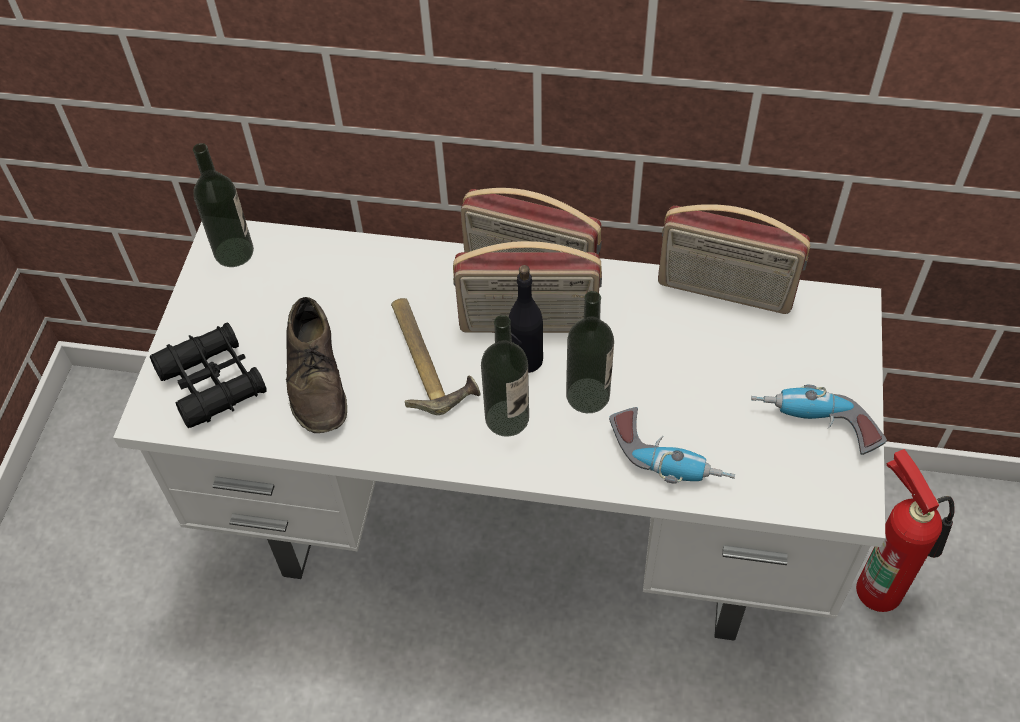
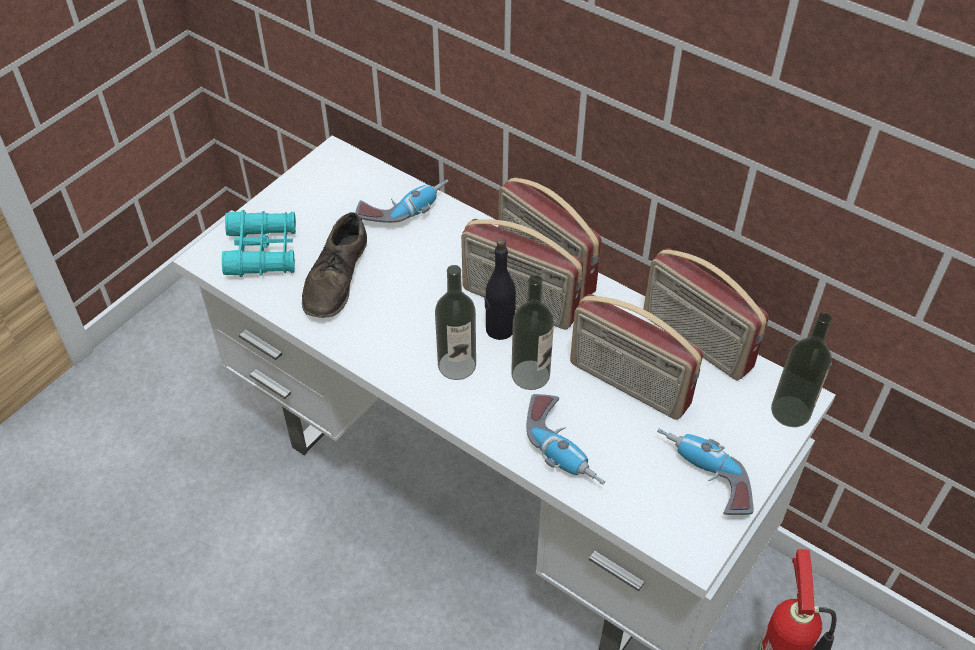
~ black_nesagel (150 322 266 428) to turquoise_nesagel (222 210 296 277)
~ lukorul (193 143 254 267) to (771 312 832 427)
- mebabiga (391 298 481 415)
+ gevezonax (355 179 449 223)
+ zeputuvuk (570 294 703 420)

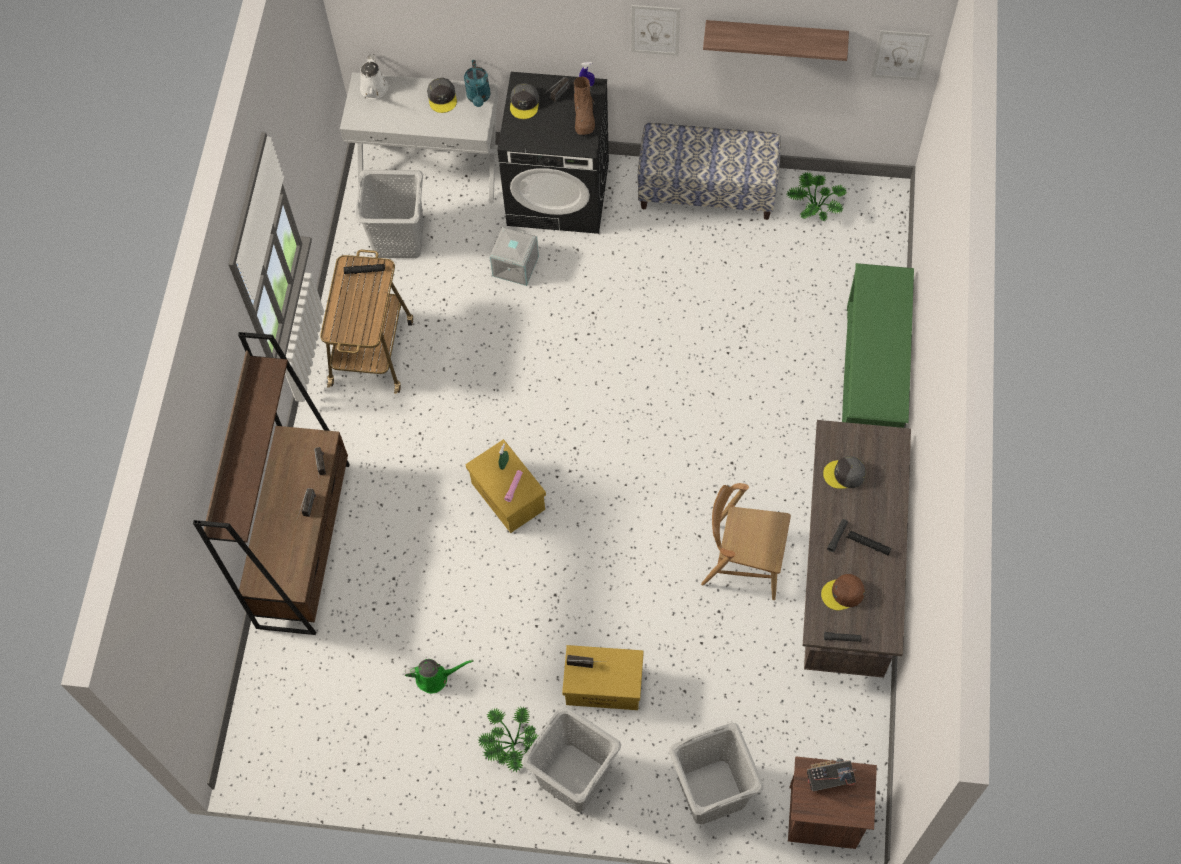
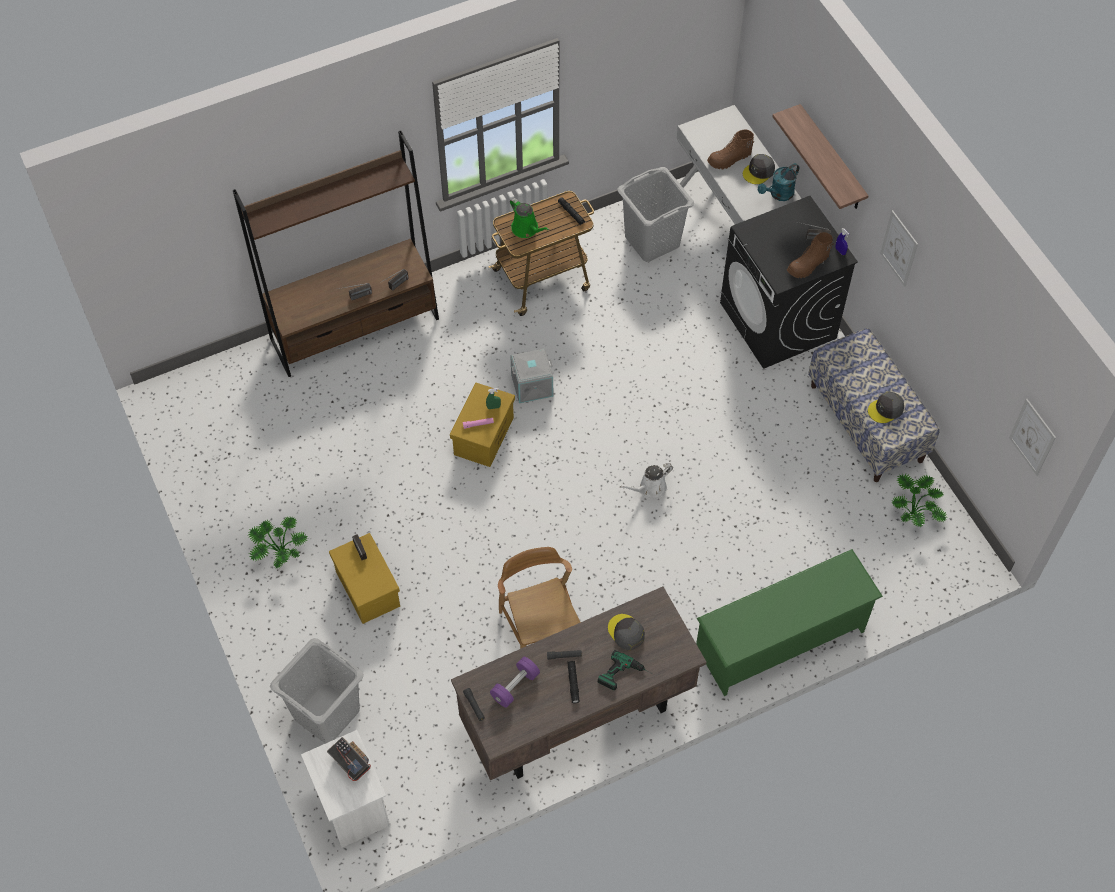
~ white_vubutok (360 54 388 99) to (620 463 673 499)
~ green_vubutok (405 659 474 694) to (510 198 549 238)
~ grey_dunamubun (490 227 539 286) to (510 348 553 403)
~ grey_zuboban (510 83 539 119) to (868 392 904 423)
- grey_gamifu (521 705 621 812)
~ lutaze (703 20 849 61) to (772 104 869 209)
~ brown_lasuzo (788 756 877 849) to white_lasuzo (301 730 390 848)
~ brown_zuboban (821 574 865 611) to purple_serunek (490 657 540 708)
+ gevezonax (598 650 651 690)
+ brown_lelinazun (707 130 754 170)

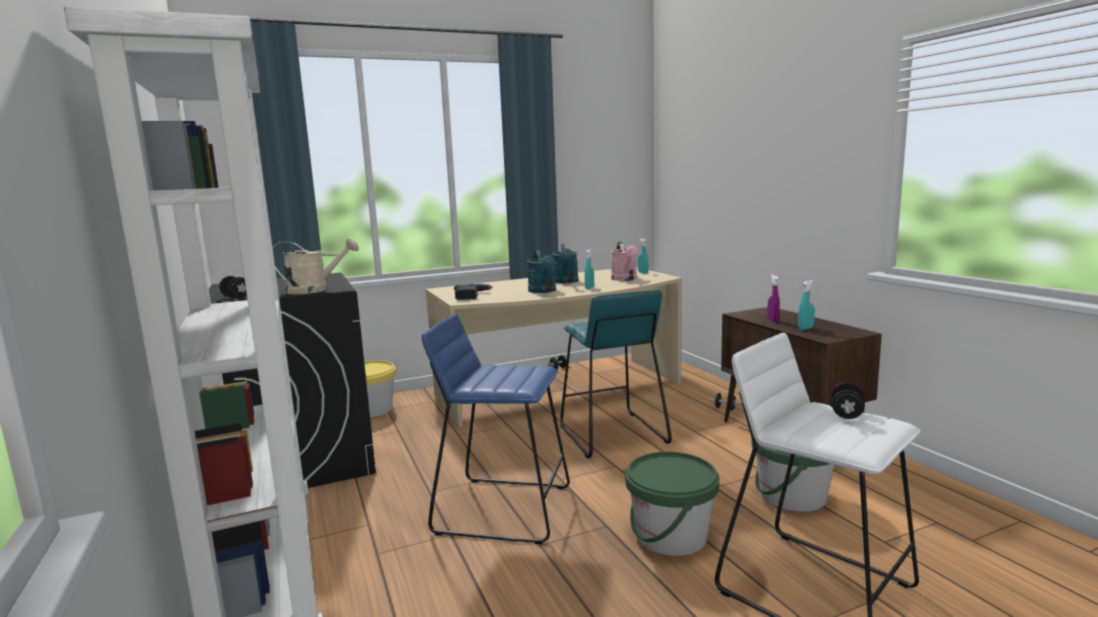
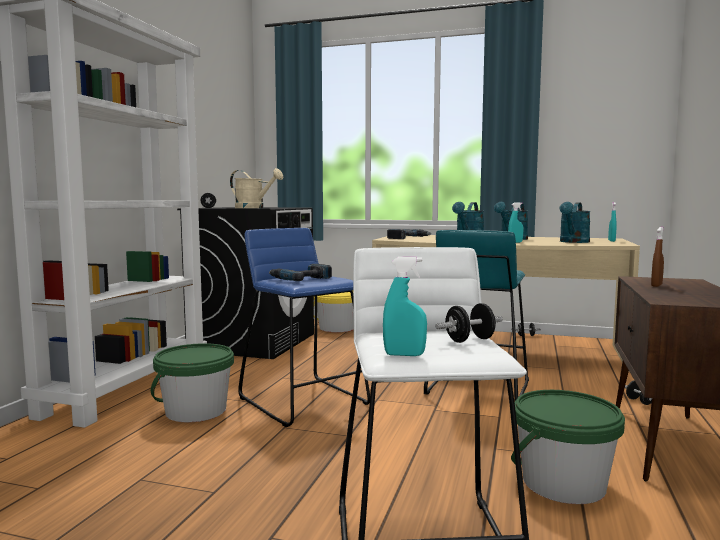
~ pink_vubutok (611 241 638 281) to turquoise_vubutok (560 202 591 243)
~ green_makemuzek (625 452 719 556) to (151 343 234 422)
~ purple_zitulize (767 275 780 322) to brown_zitulize (651 227 664 287)
~ turquoise_zitulize (798 280 815 330) to (383 257 427 356)
+ gevezonax (269 264 332 281)

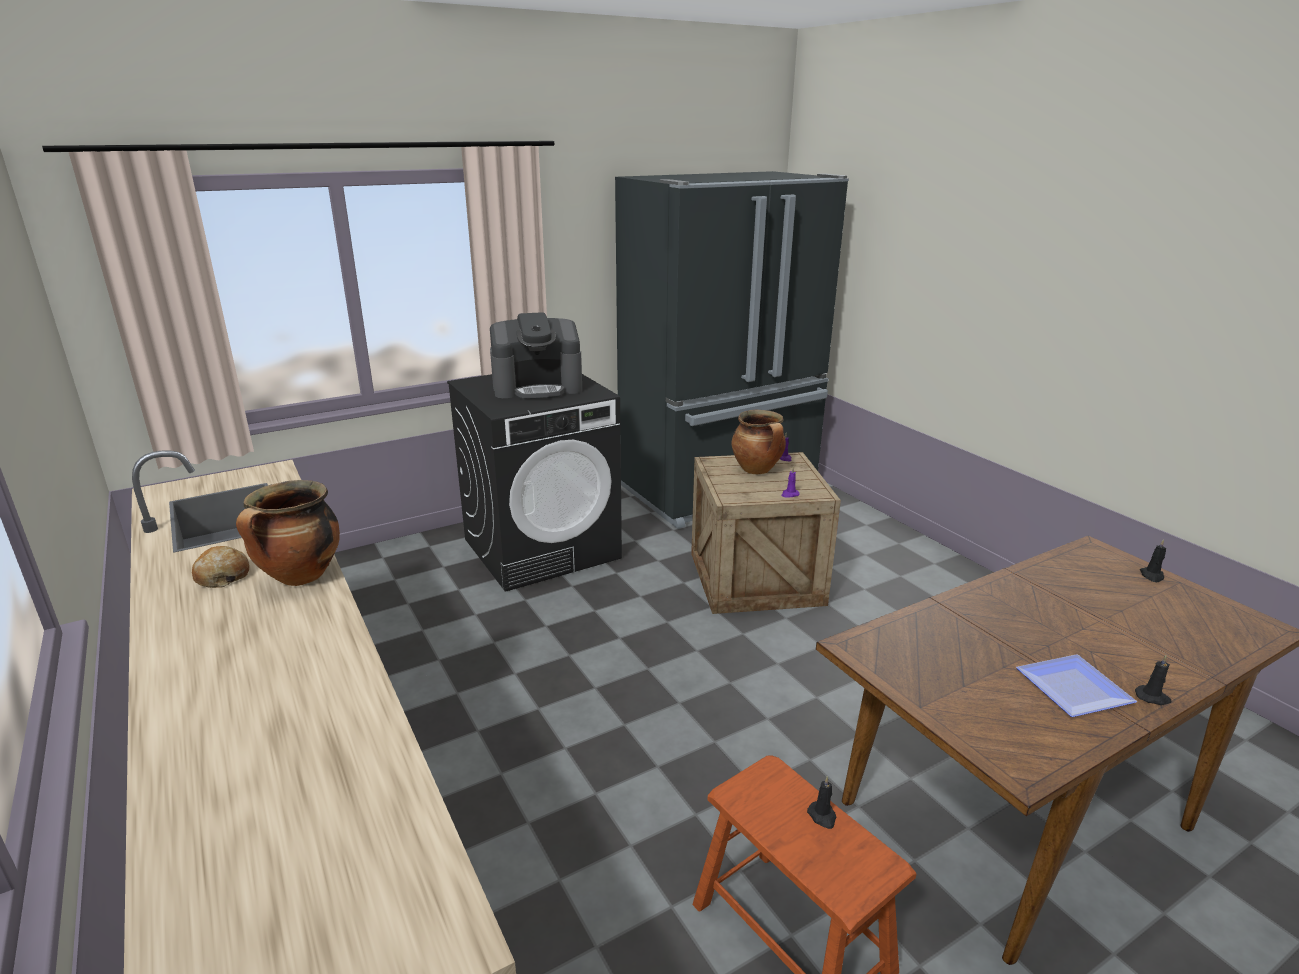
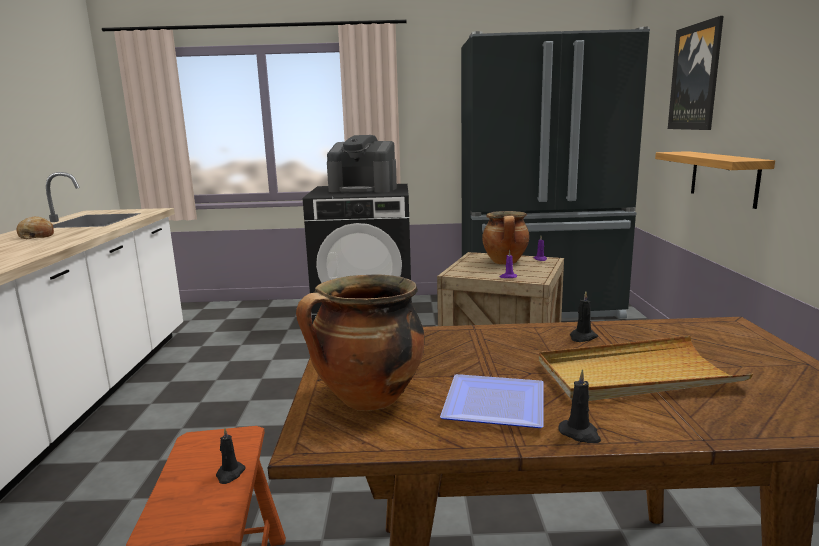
~ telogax (236 480 340 586) to (296 274 425 411)
~ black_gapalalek (1140 539 1166 582) to (570 291 598 342)
+ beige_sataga (539 336 753 401)
+ lutaze (655 151 775 209)
+ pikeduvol (668 16 723 130)

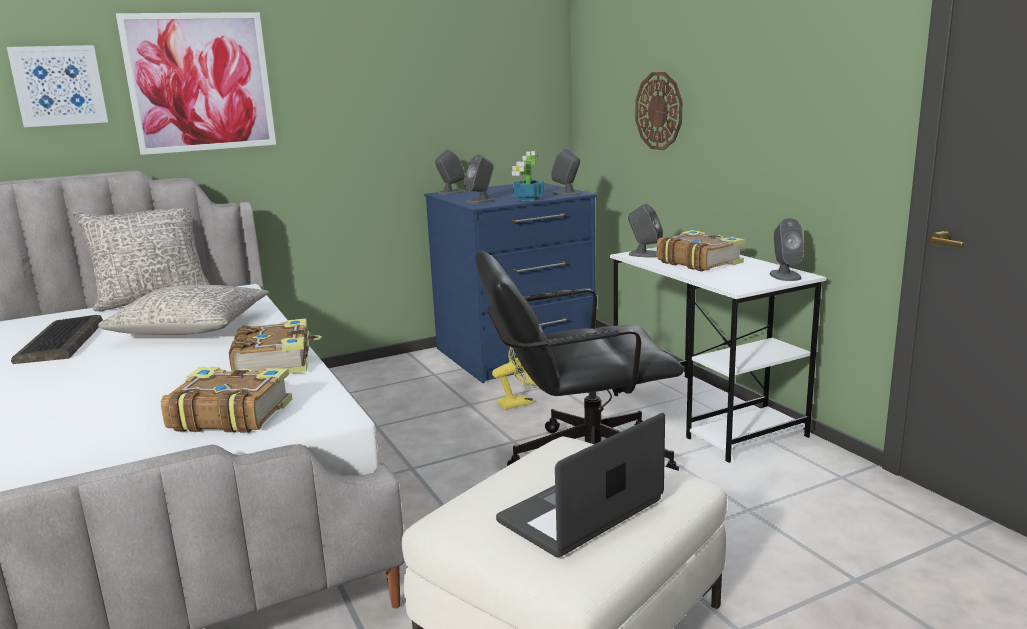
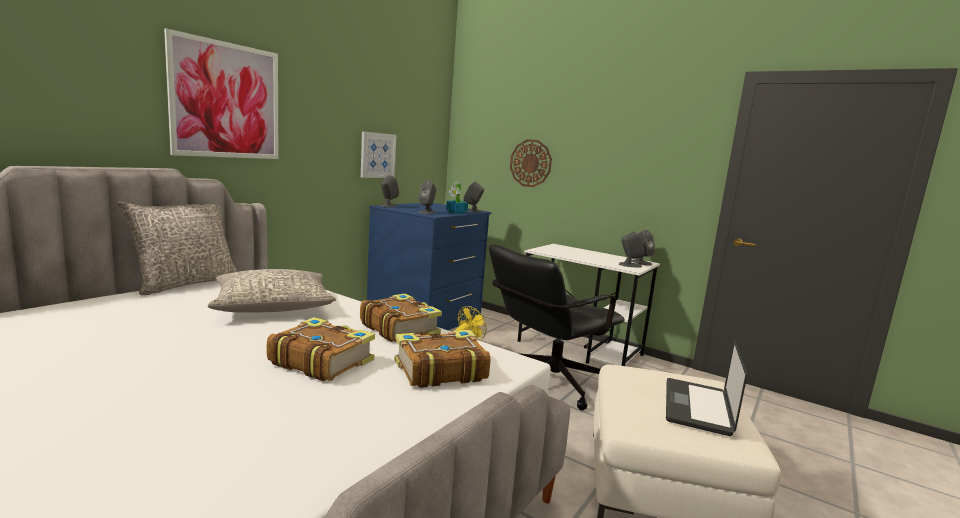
~ pikeduvol (7 45 108 127) to (361 131 396 178)
- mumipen (11 315 103 364)
~ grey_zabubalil (628 204 663 258) to (619 231 645 268)
~ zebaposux (657 230 745 271) to (267 317 375 381)

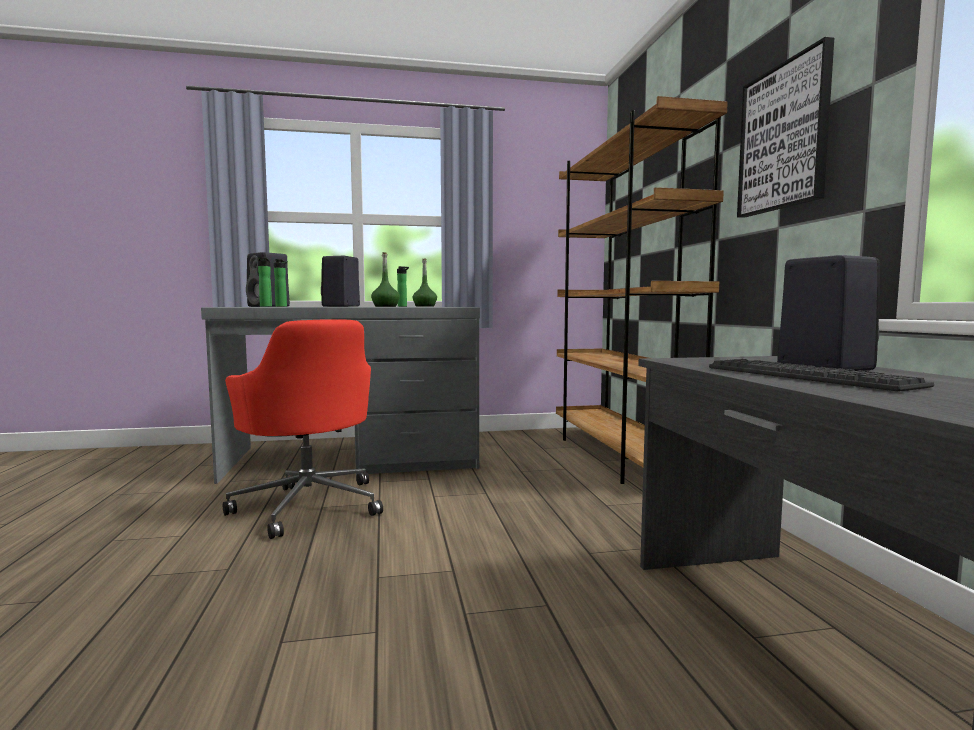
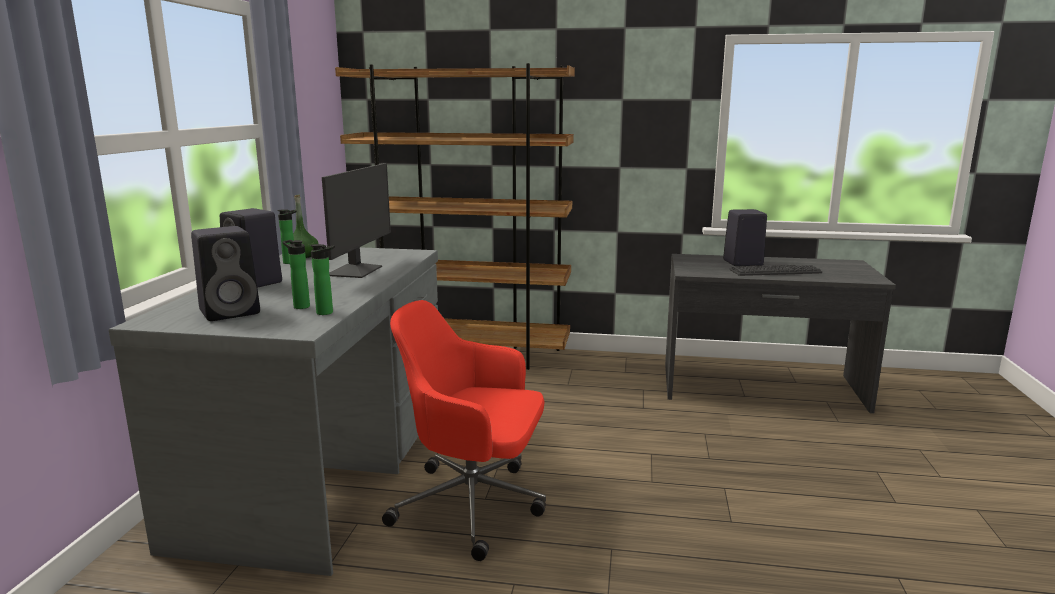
~ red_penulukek (223 319 383 539) = (382 300 546 561) 150 degrees counterclockwise
~ green_lukorul (371 252 400 307) to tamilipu (322 163 391 278)
- pikeduvol (737 37 834 218)

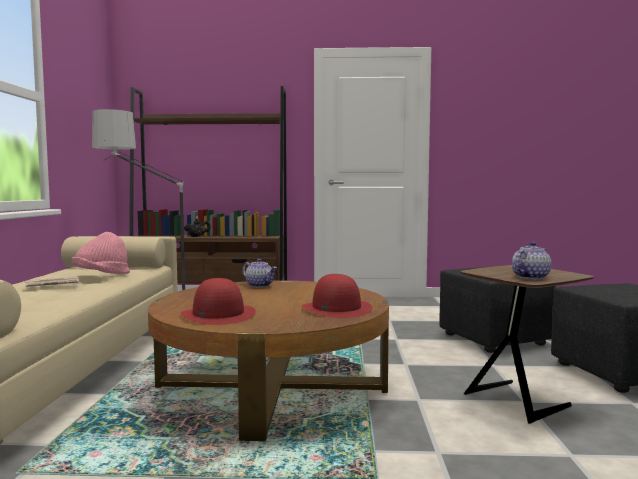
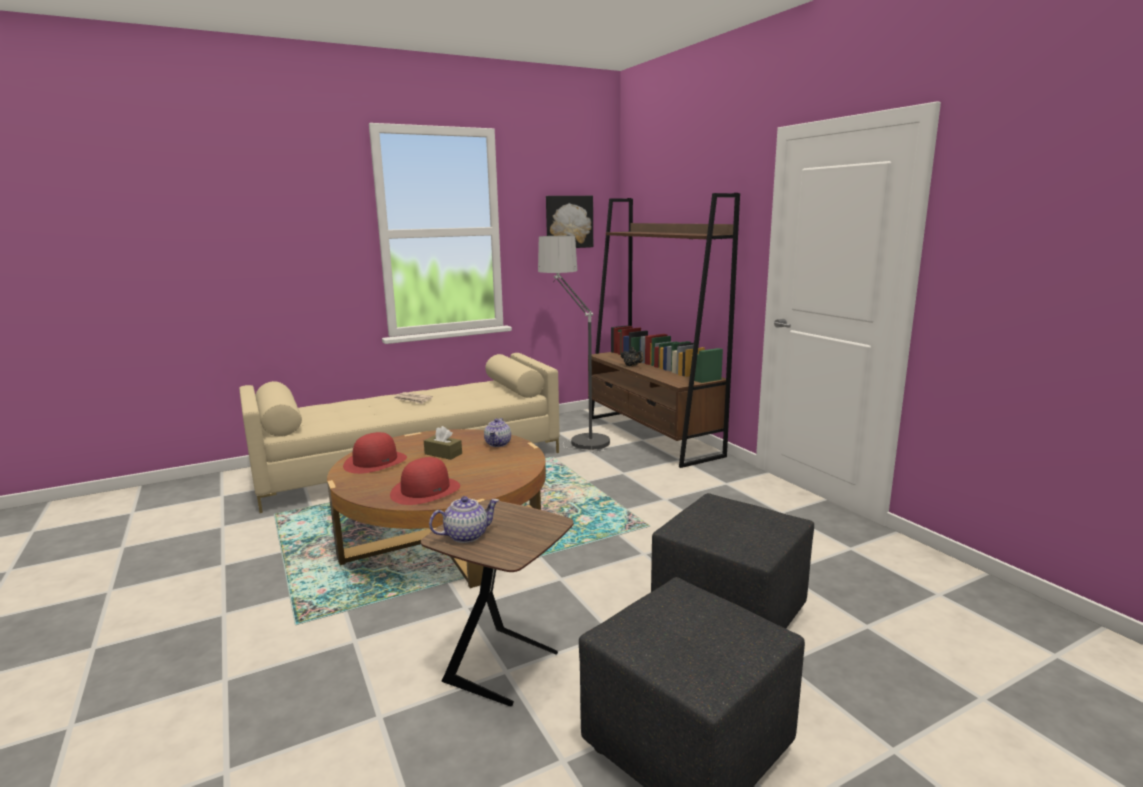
- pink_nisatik (72 232 130 274)
~ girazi (512 242 552 279) = (429 496 499 543) 45 degrees counterclockwise
+ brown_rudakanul (424 426 462 460)
+ pikeduvol (546 196 593 248)

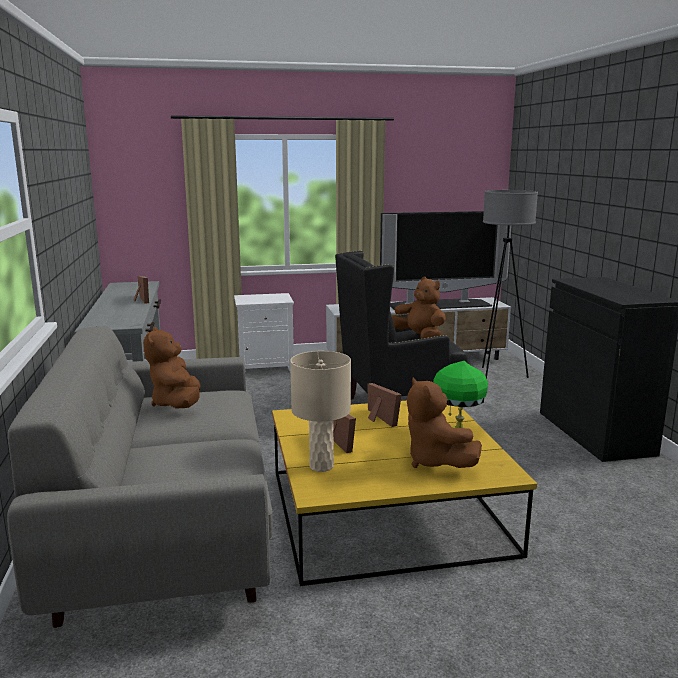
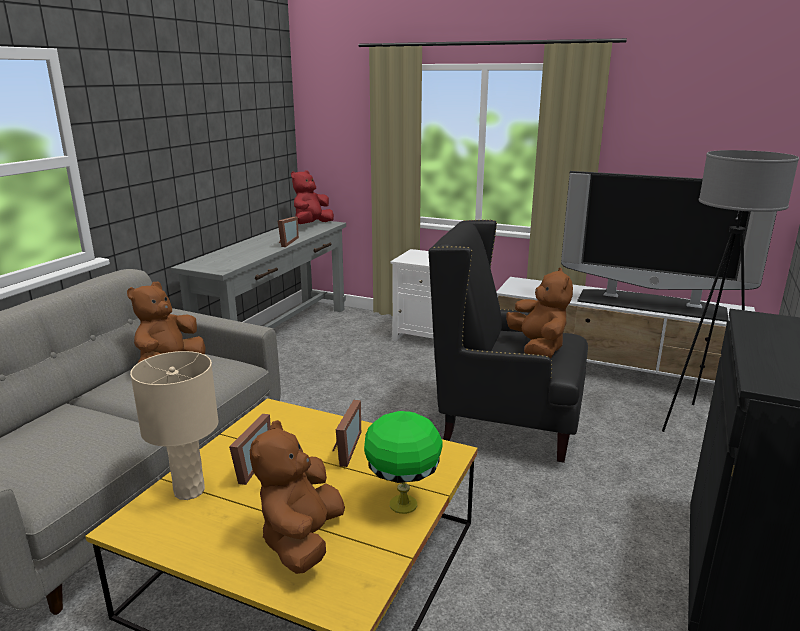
+ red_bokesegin (291 170 334 224)

